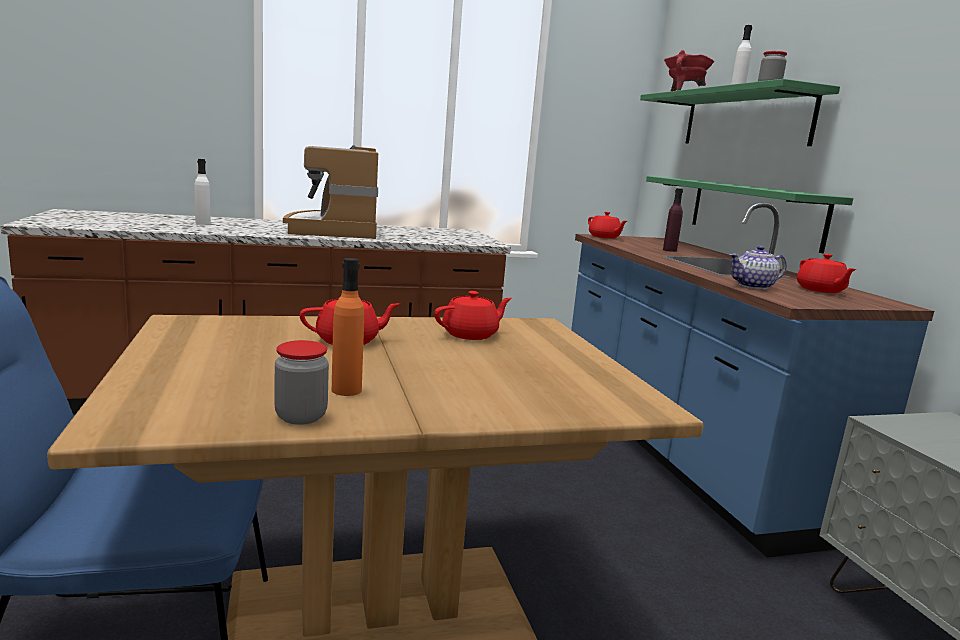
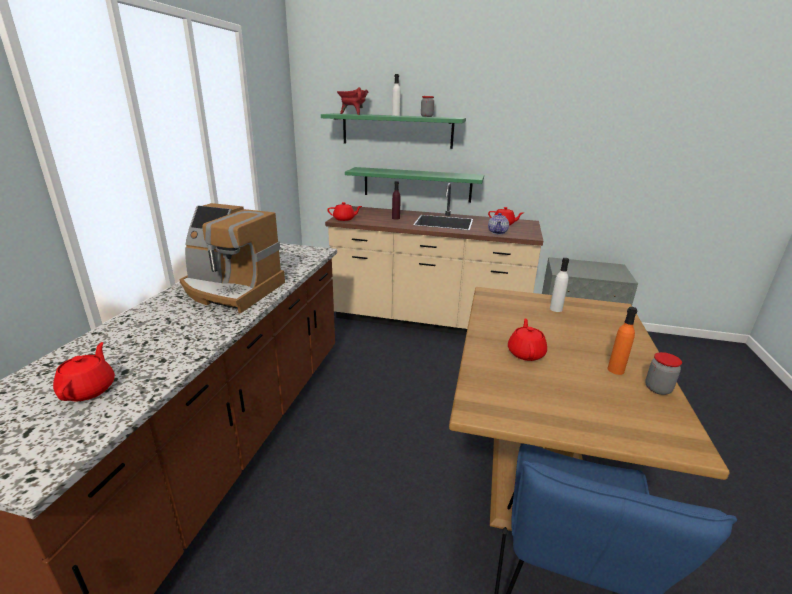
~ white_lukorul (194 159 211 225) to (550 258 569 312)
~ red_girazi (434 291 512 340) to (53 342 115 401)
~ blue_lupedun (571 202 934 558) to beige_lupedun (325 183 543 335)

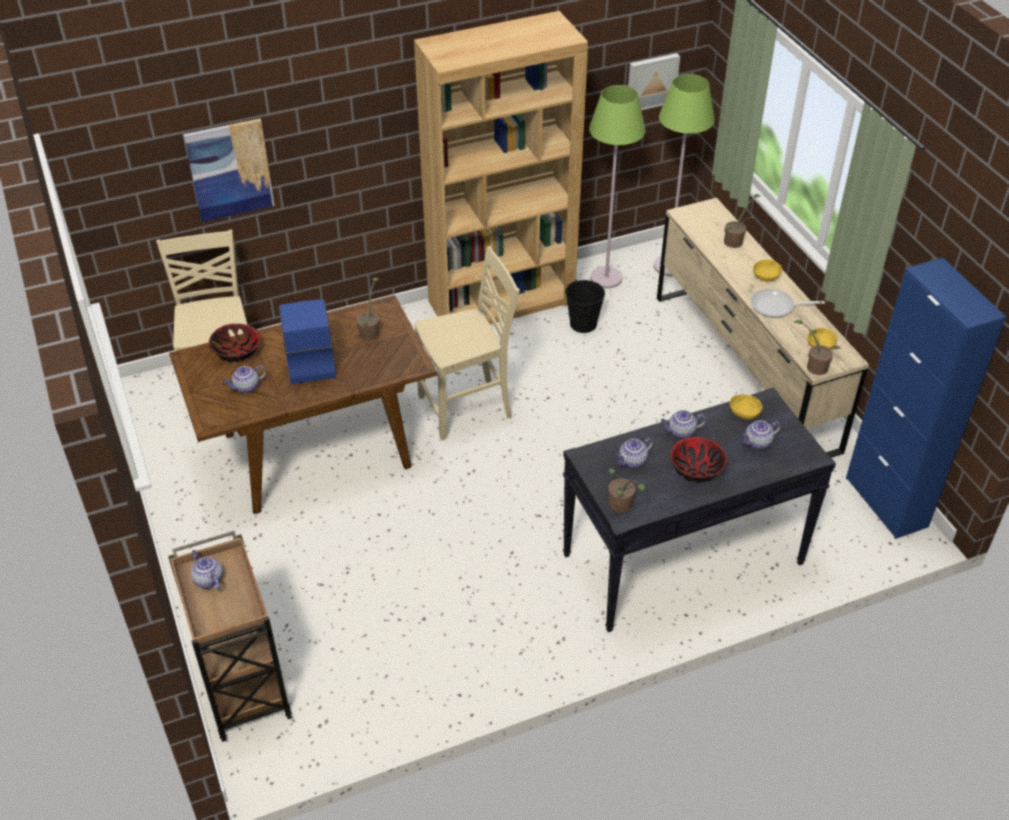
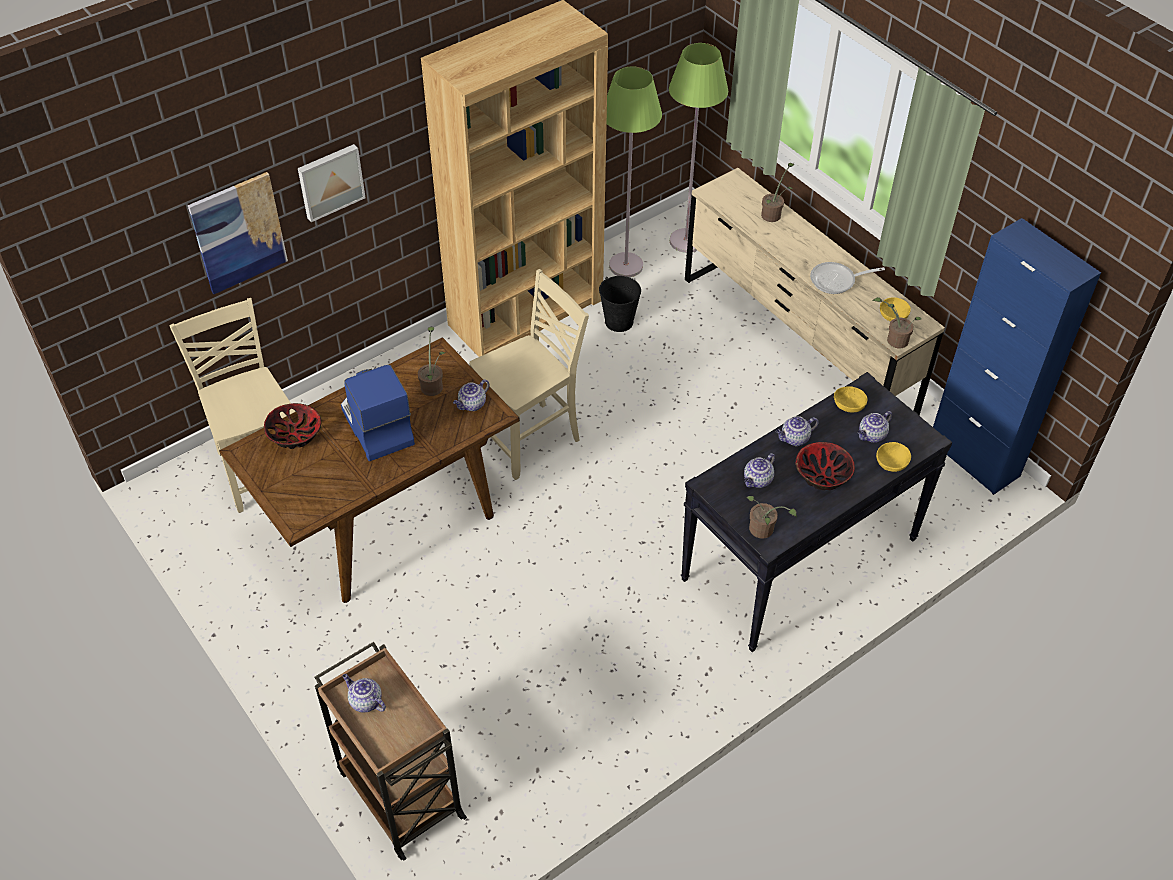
~ girazi (223 366 266 394) to (453 379 490 411)
~ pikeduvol (628 53 680 110) to (298 144 366 222)
~ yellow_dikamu (753 260 782 281) to (876 442 911 472)

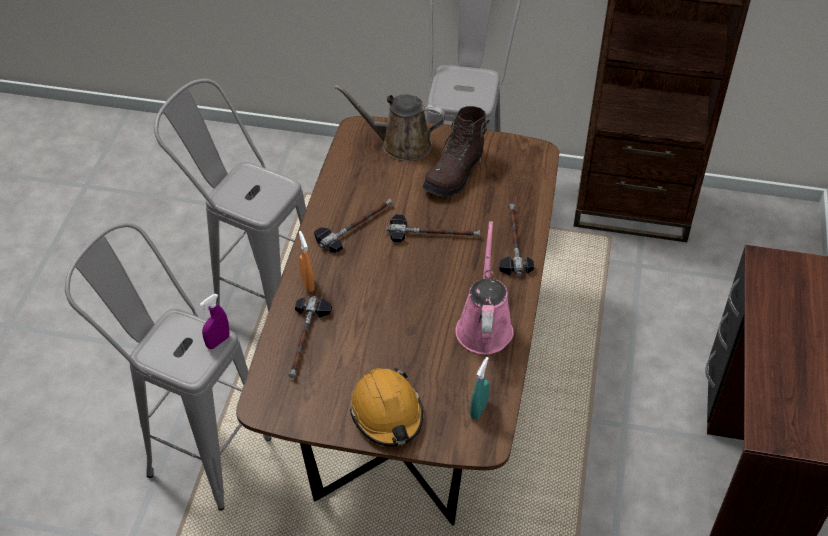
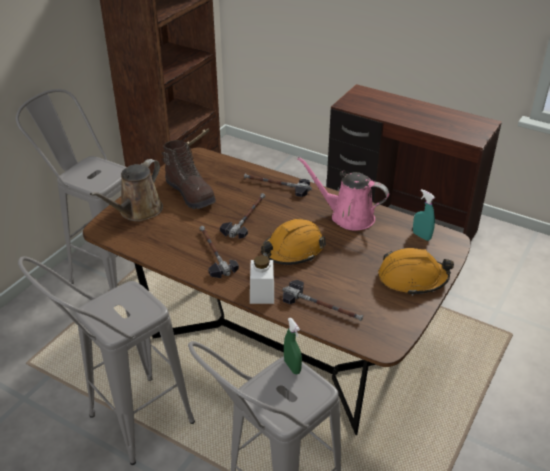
~ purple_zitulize (199 294 229 349) to green_zitulize (284 318 302 374)
~ orange_zitulize (299 231 314 292) to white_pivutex (250 255 274 304)
+ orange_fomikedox (261 219 326 265)

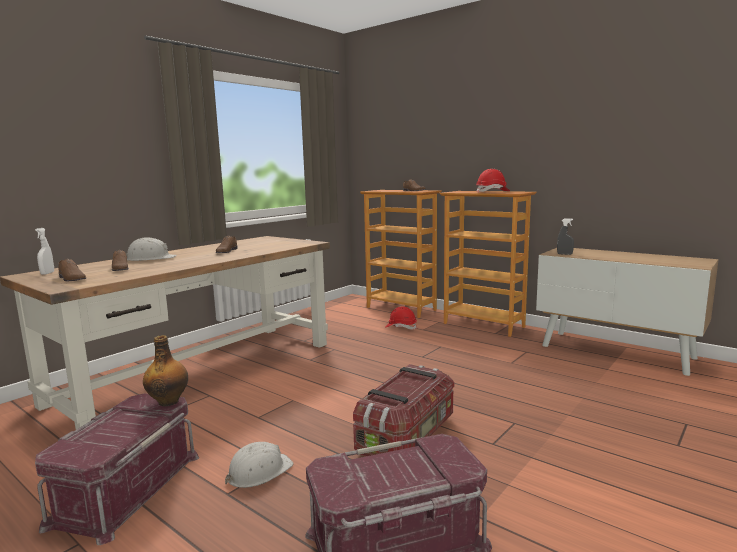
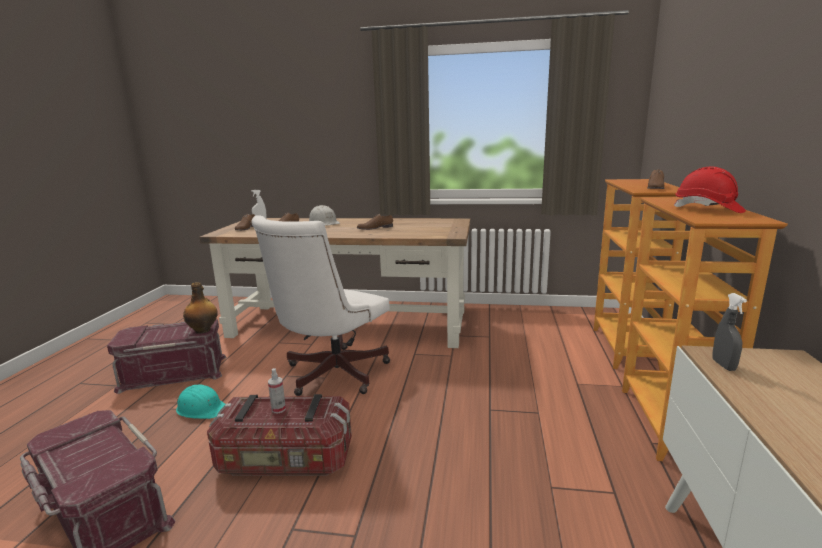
~ white_fomikedox (225 442 293 488) to turquoise_fomikedox (176 384 226 419)
- red_fomikedox (385 306 417 330)
+ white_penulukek (251 215 390 396)
+ zitulize (268 368 286 413)

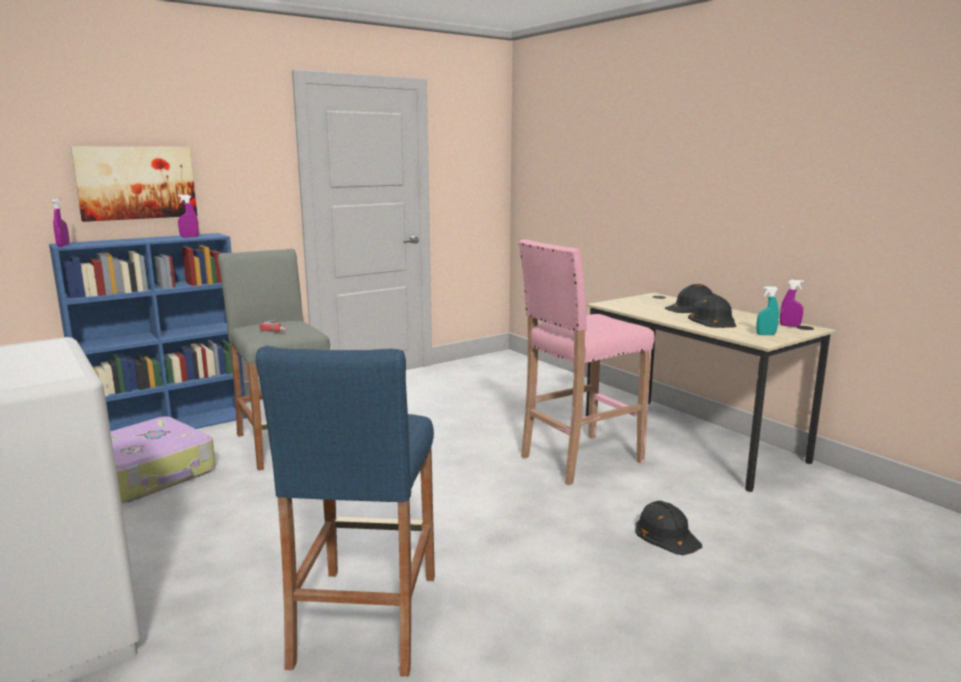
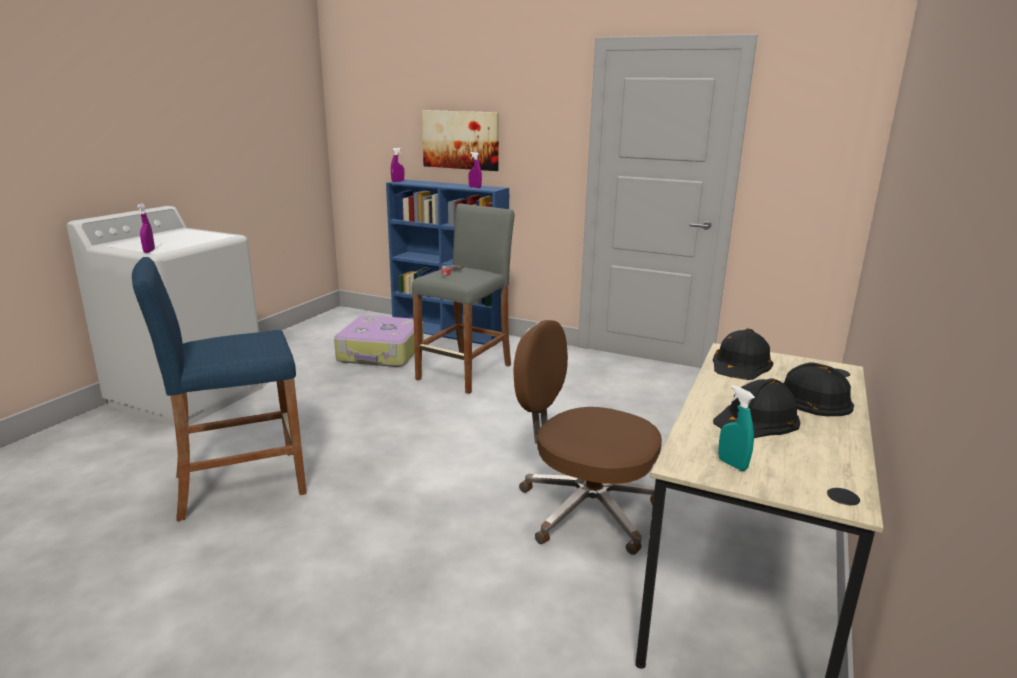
~ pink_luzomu (519 239 655 485) to brown_penulukek (513 320 662 555)
~ black_fomikedox (635 501 702 555) to (713 328 773 380)
~ purple_zitulize (780 280 804 327) to (137 203 155 253)

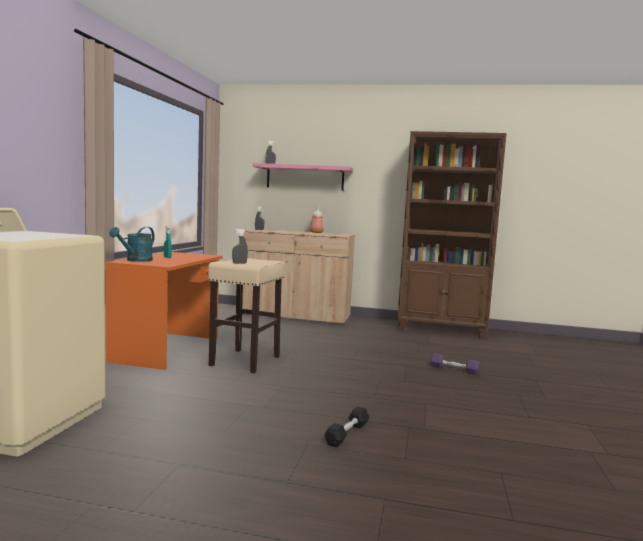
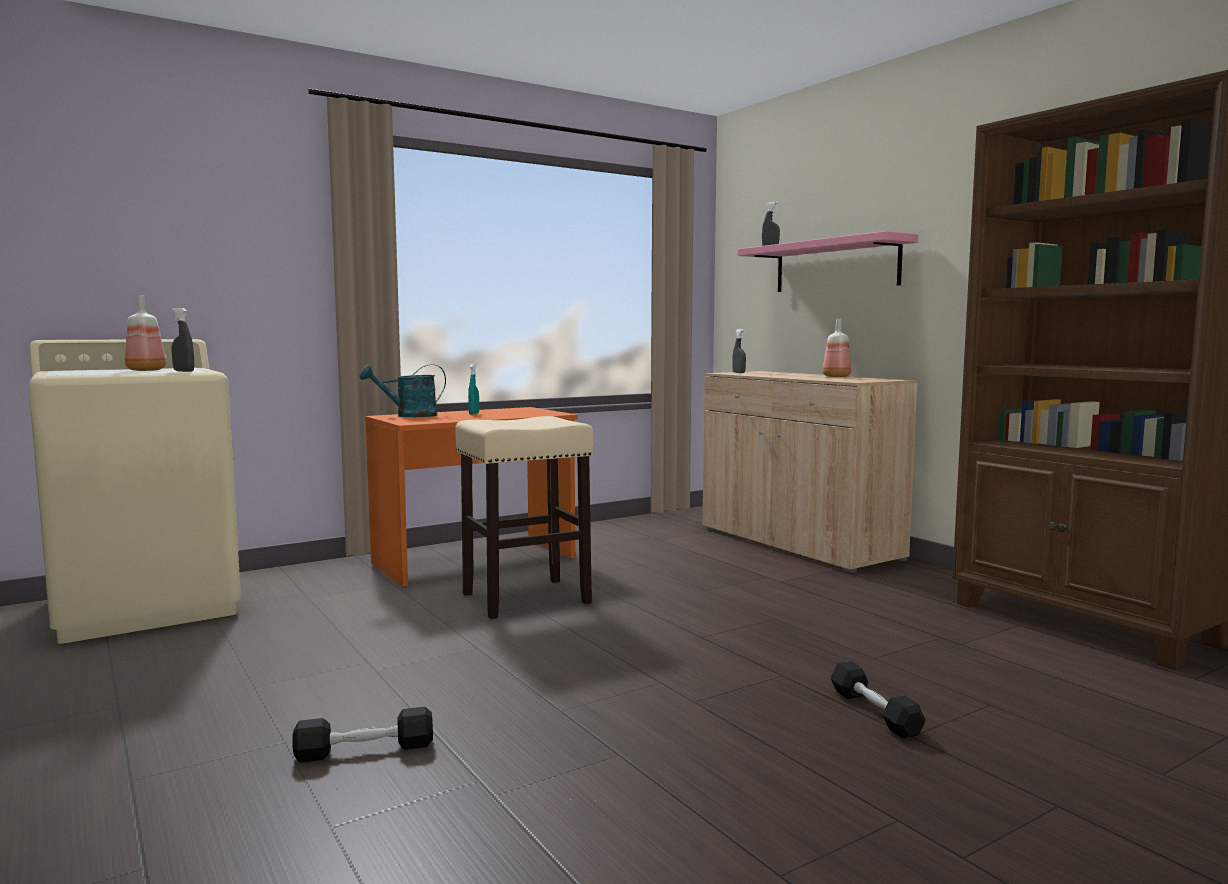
~ grey_zitulize (232 229 248 264) to (171 308 194 372)
~ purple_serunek (430 353 480 375) to black_serunek (831 661 925 738)
+ lukorul (125 295 166 371)

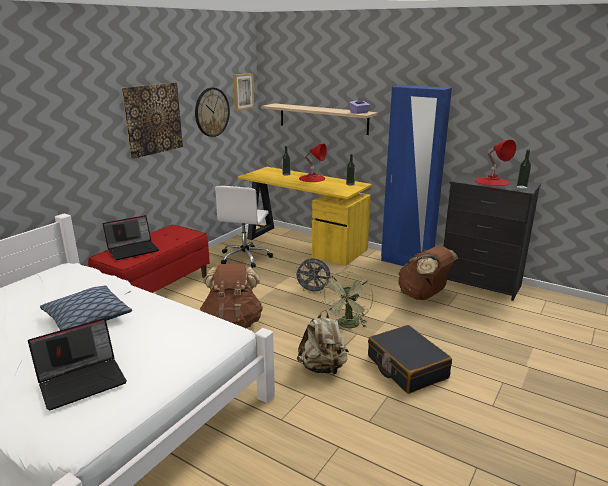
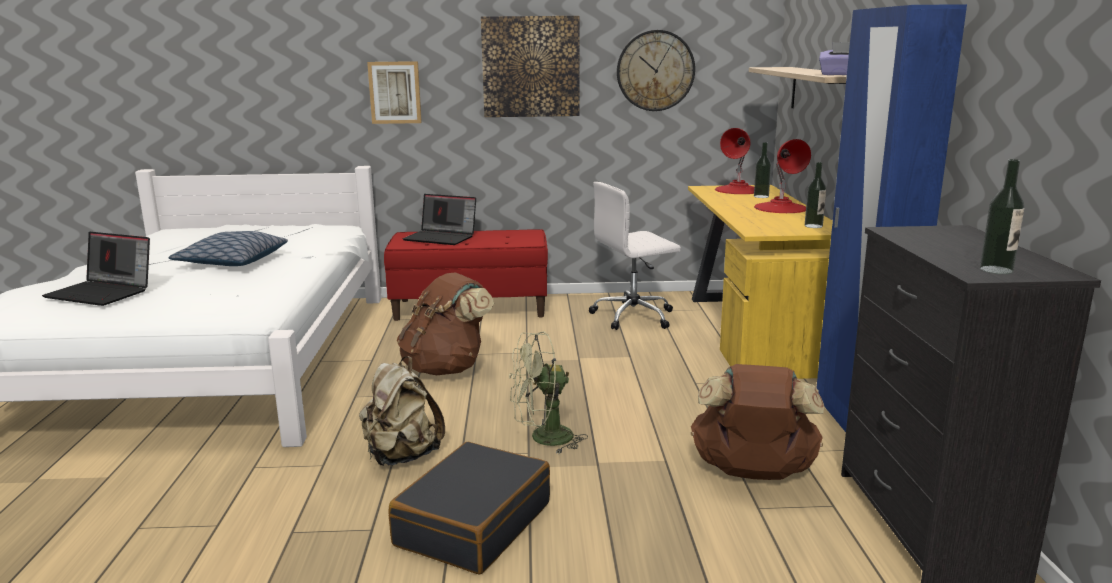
~ pikeduvol (233 73 254 111) to (367 61 422 124)
- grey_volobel (294 258 331 294)
~ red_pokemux (475 140 516 186) to (715 128 754 194)

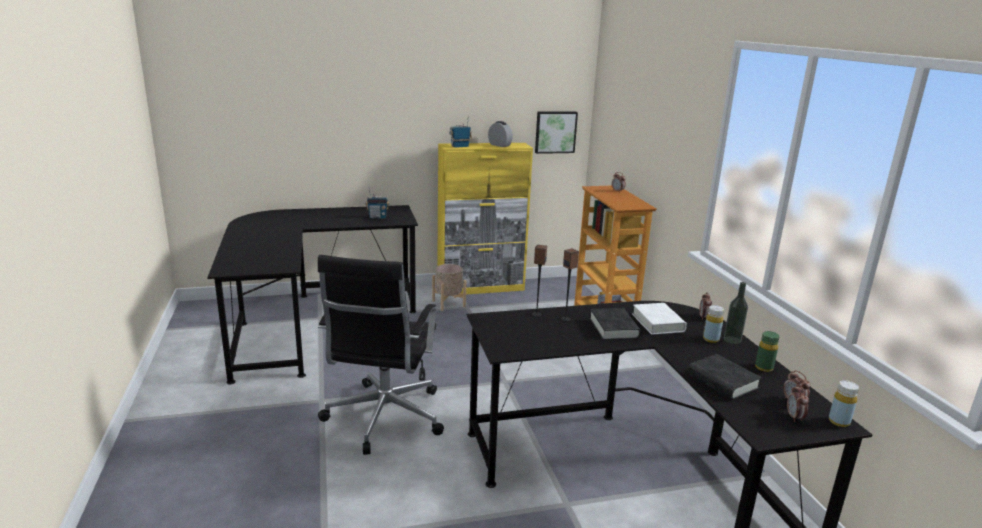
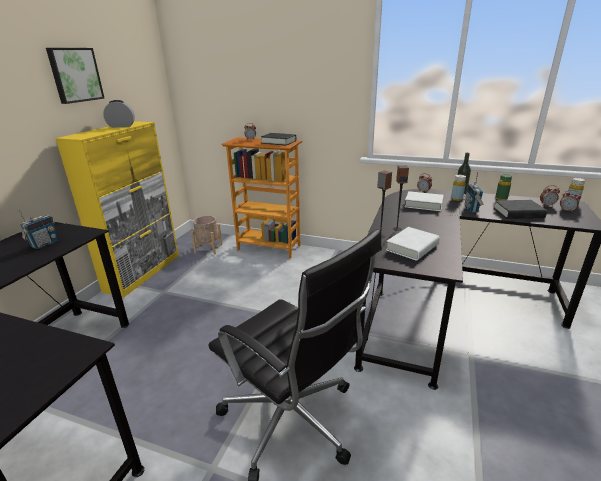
~ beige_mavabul (432 264 466 311) to (191 216 222 255)
~ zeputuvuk (449 116 472 148) to (464 172 484 212)
~ pikeduvol (535 112 578 154) to (46 48 105 104)
~ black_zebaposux (589 308 641 340) to (261 133 296 146)
+ white_zebaposux (386 227 440 261)

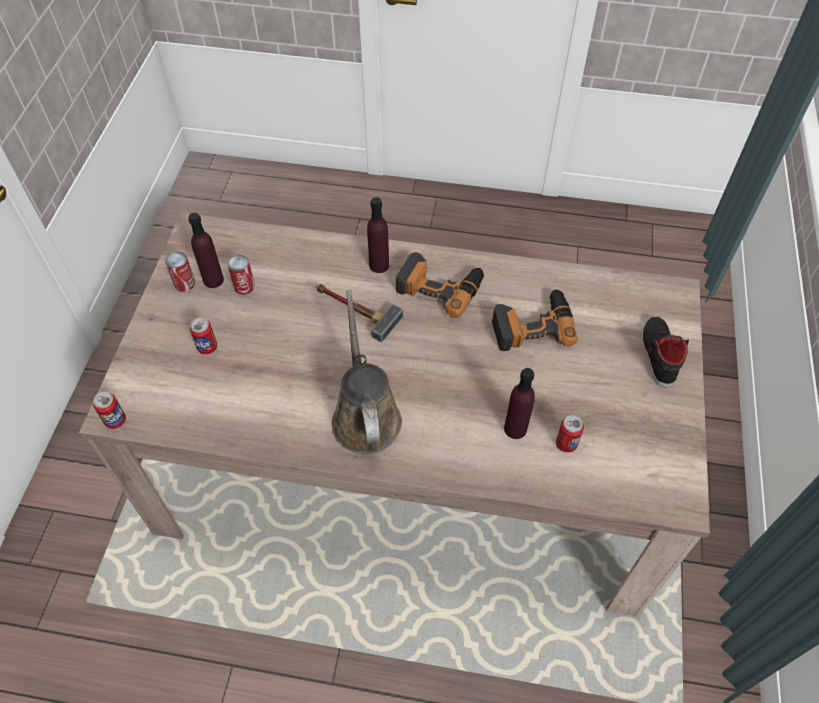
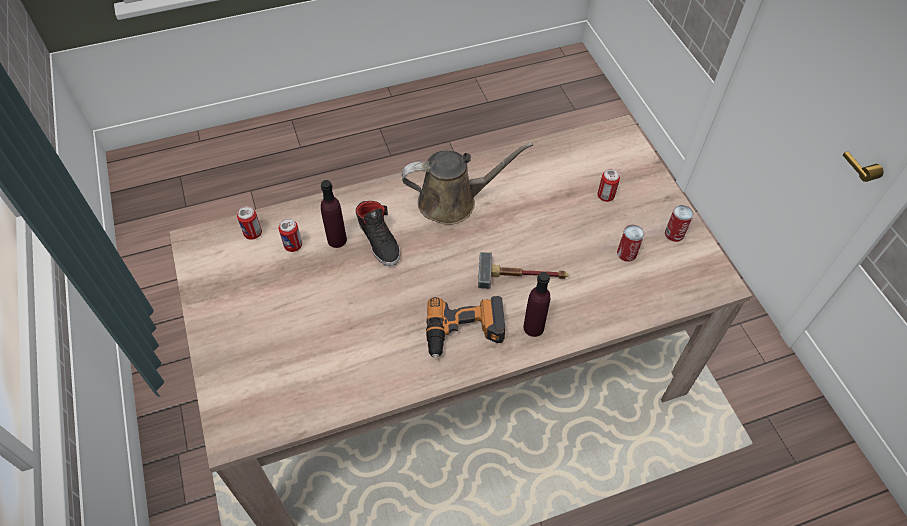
~ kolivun (93 392 126 429) to (237 206 262 240)
- purple_lukorul (188 213 224 288)
~ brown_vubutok (332 290 402 454) = (402 142 533 225) 60 degrees counterclockwise
- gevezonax (492 289 578 351)
~ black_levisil (641 317 689 388) to (356 201 400 266)

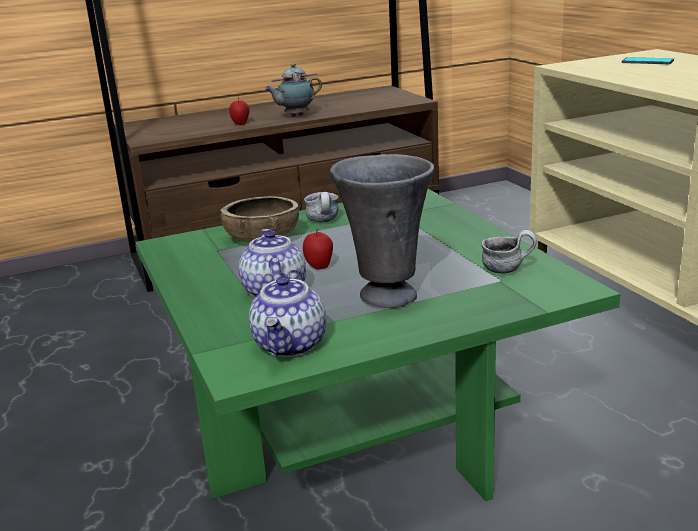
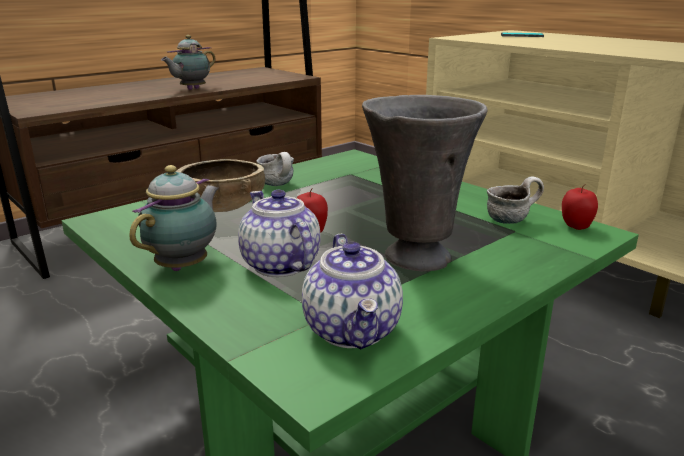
~ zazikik (229 97 250 125) to (562 184 598 230)
+ girazi (129 165 219 271)

